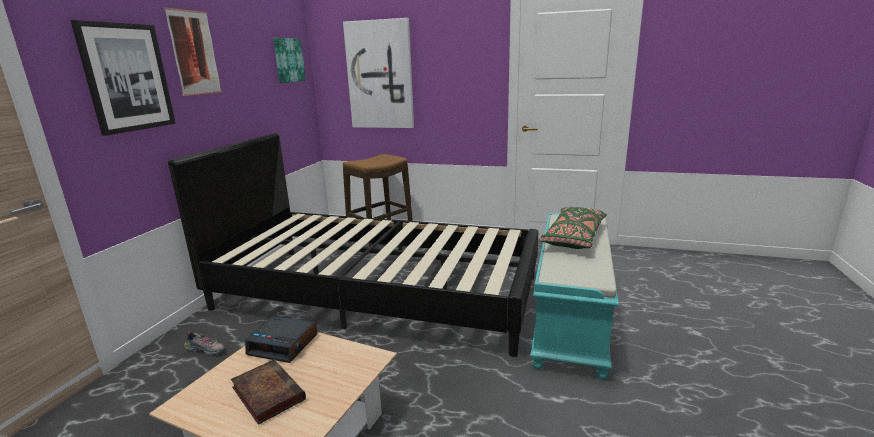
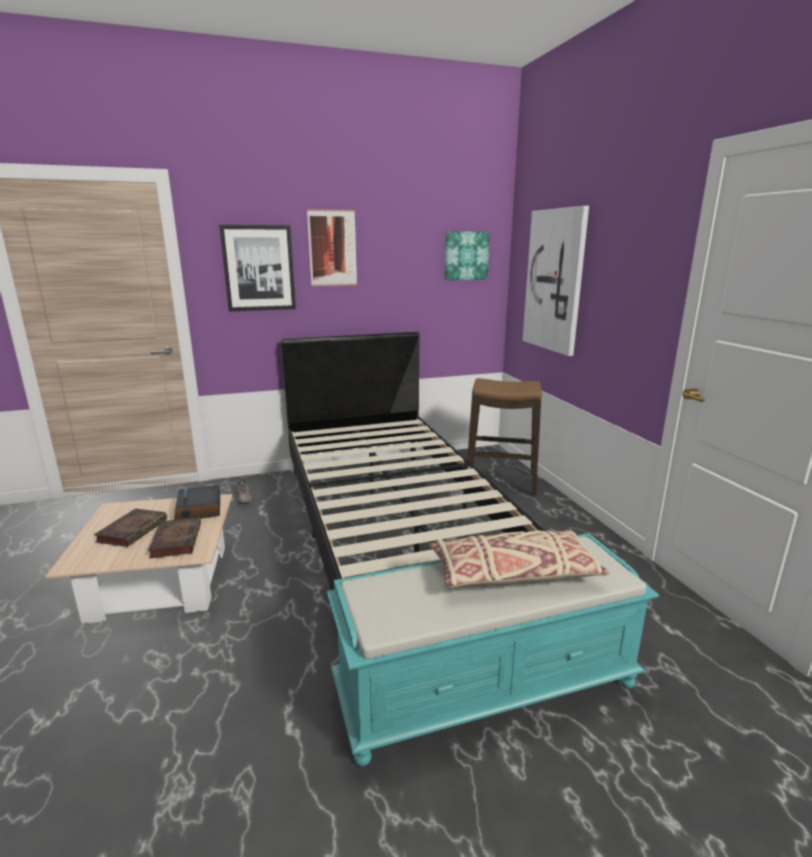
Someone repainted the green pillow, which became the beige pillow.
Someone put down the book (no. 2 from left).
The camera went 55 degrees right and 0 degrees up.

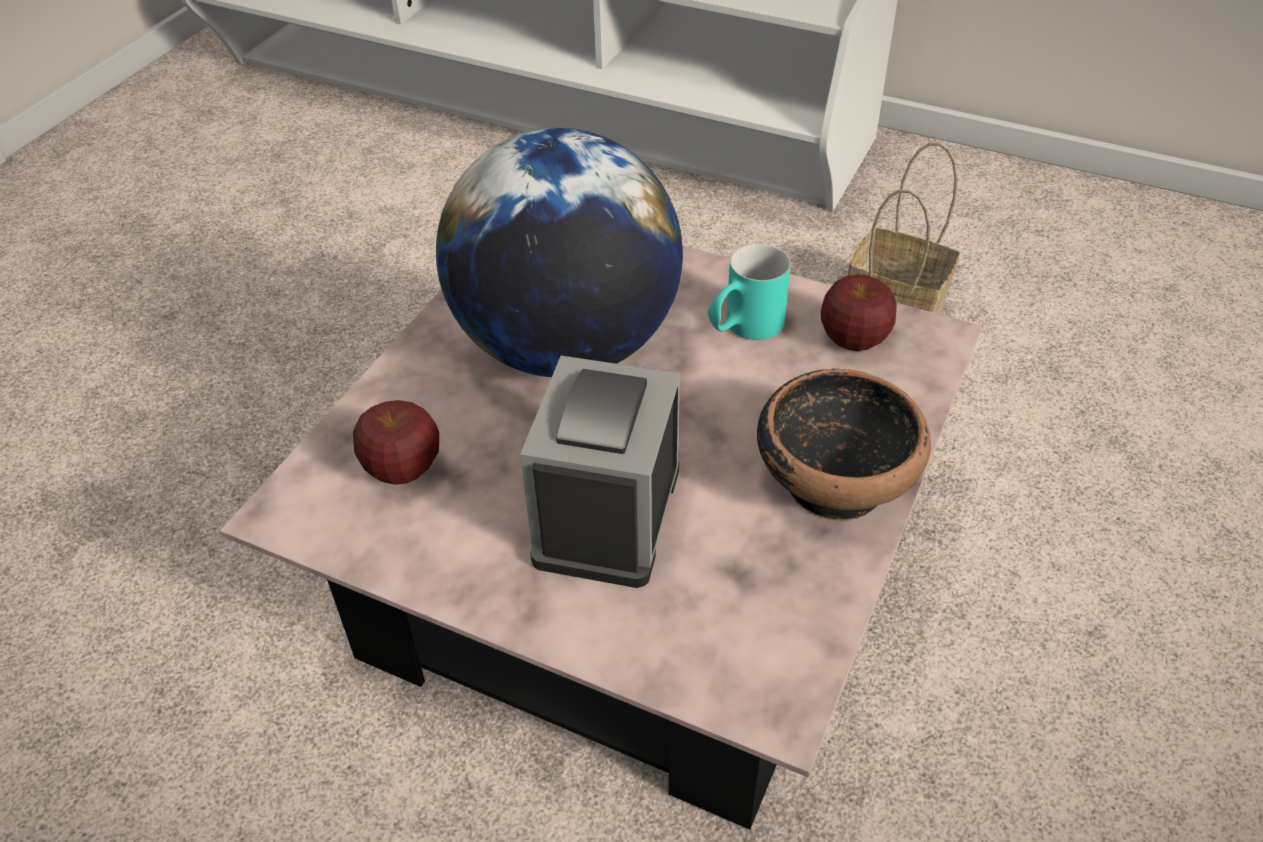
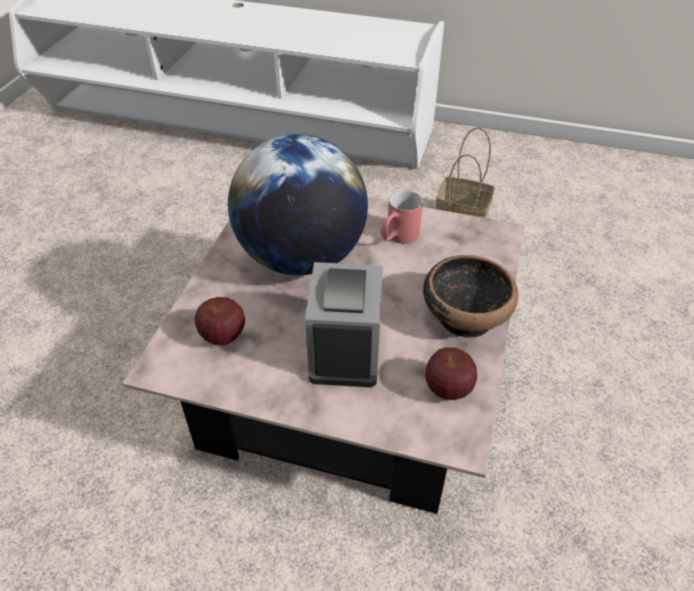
Someone repainted the turquoise mug, which became the red mug.
Someone carried the apple (no. 2 from left).
The camera went 10 degrees left and 0 degrees up.

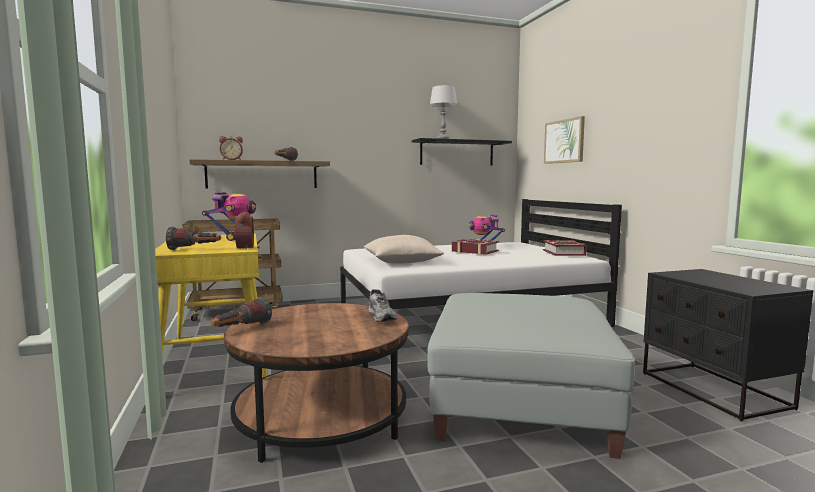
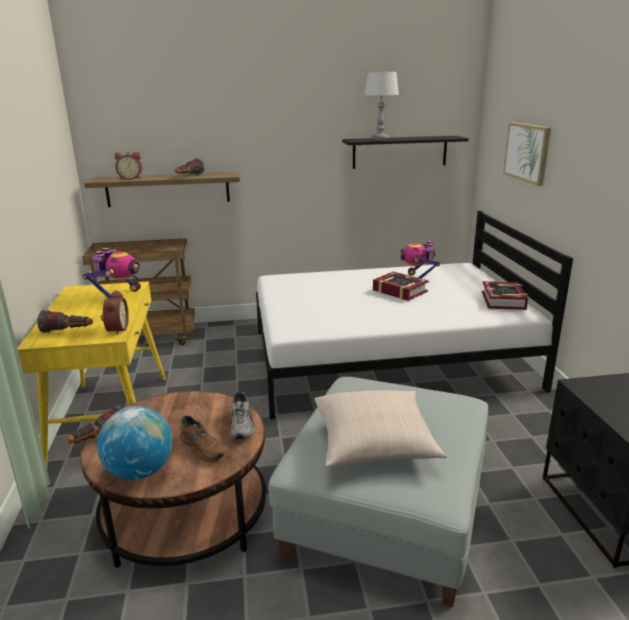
Someone carried the beige pillow.
Someone put down the globe.
Someone put down the brown shoe.
The camera went 10 degrees right and 15 degrees up.

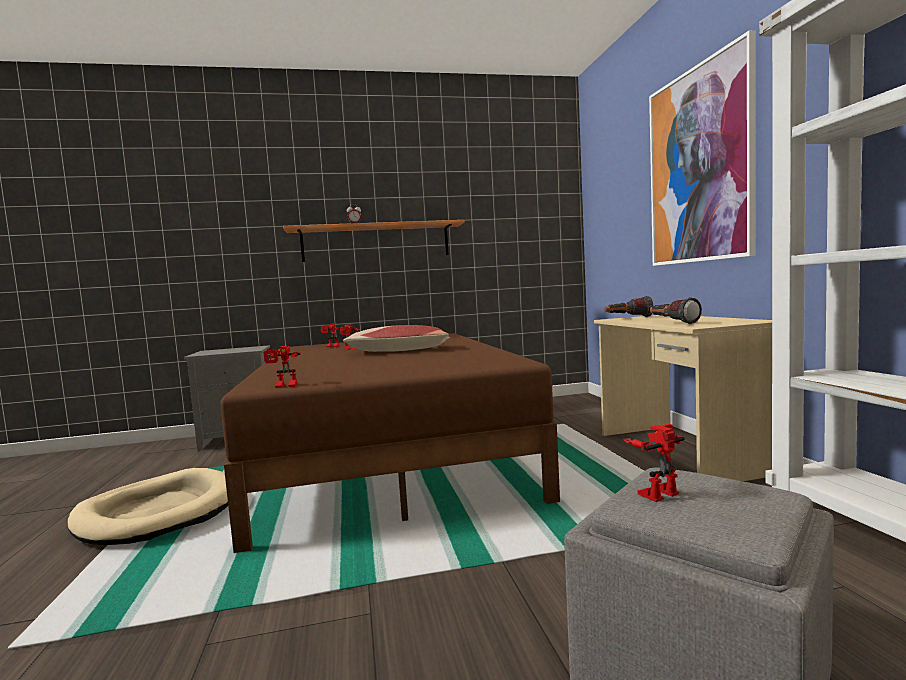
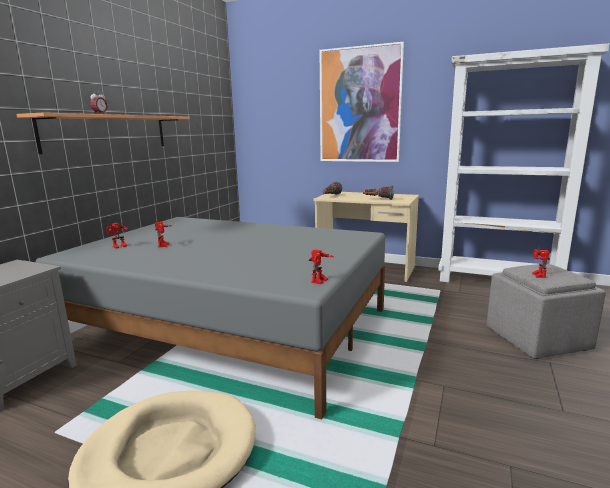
Someone took away the pillow.
Someone repainted the brown bed, which became the grey bed.
The camera went 55 degrees left and 10 degrees up.

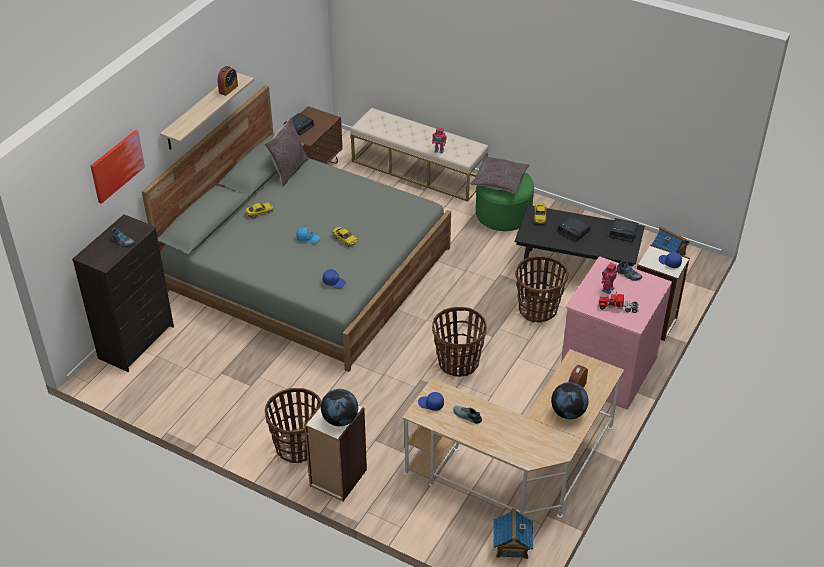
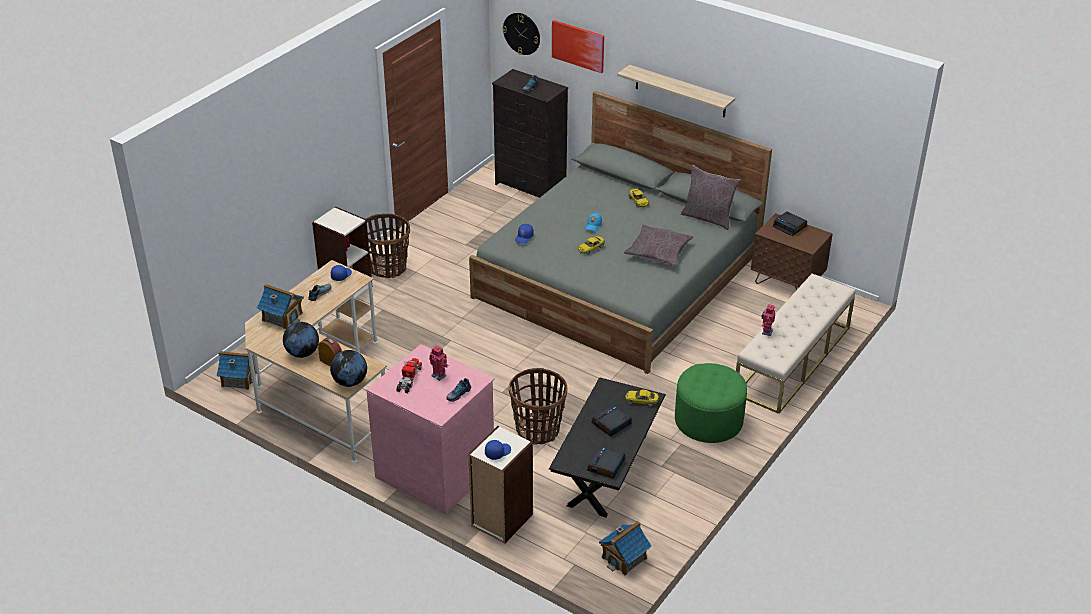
Someone took away the alarm clock (no. 1 from left).
Someone carried the grey pillow (no. 2 from left in the first image).
Someone took away the basket (no. 2 from left).
Someone carried the globe (no. 1 from left in the first image).
Someone put up the wall clock.
Someone put down the toy house (no. 2 from left).
The camera went 95 degrees right and 5 degrees down.

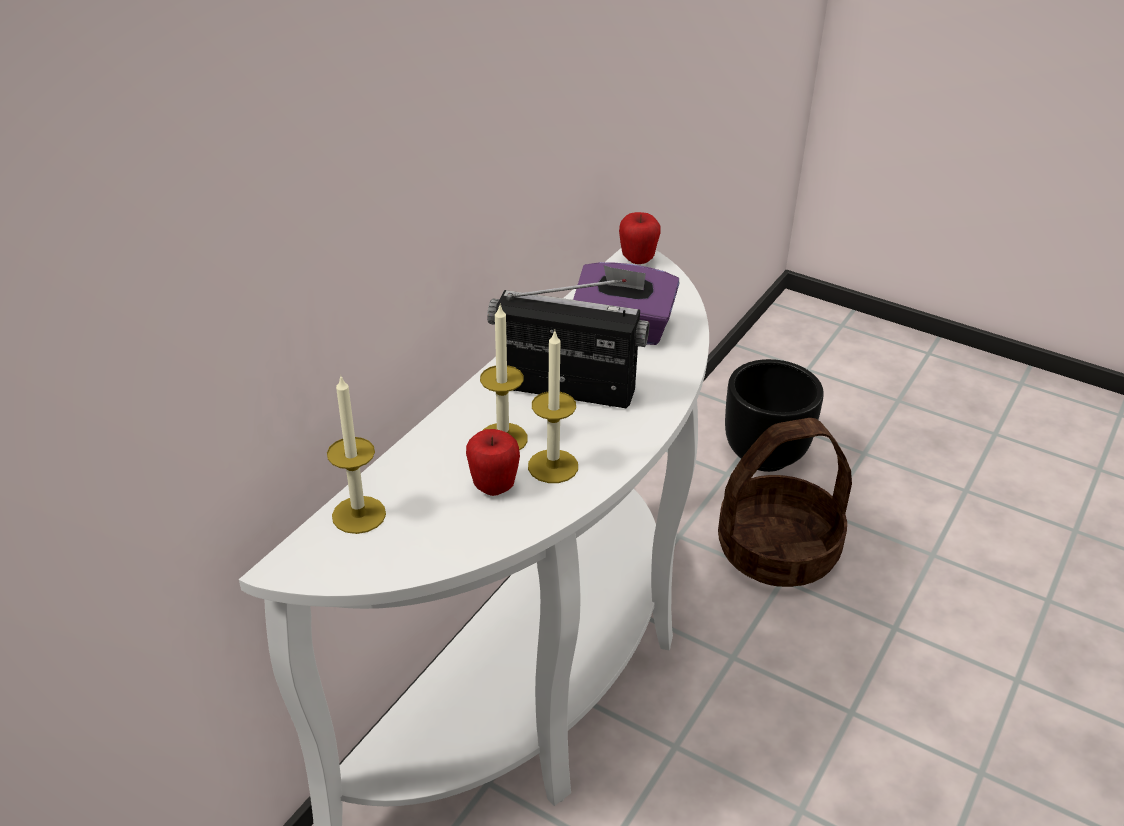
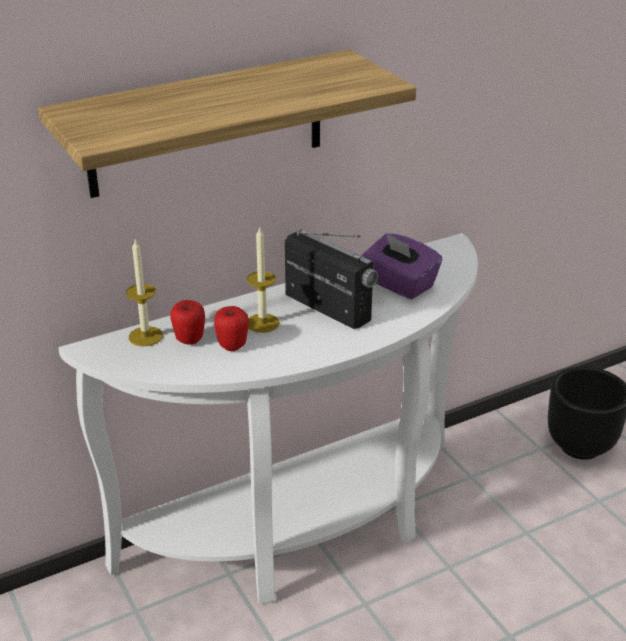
Someone carried the apple (no. 2 from left in the first image).
Someone took away the candle (no. 3 from left).
Someone took away the basket.
Someone put up the shelf.
The camera went 30 degrees right and 5 degrees down.

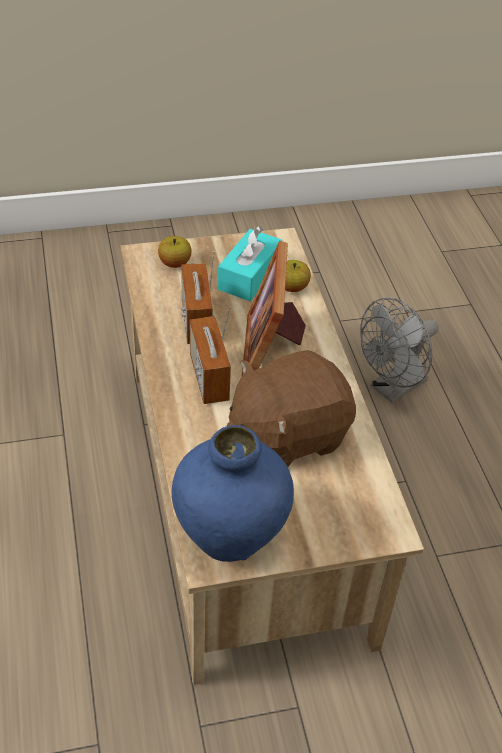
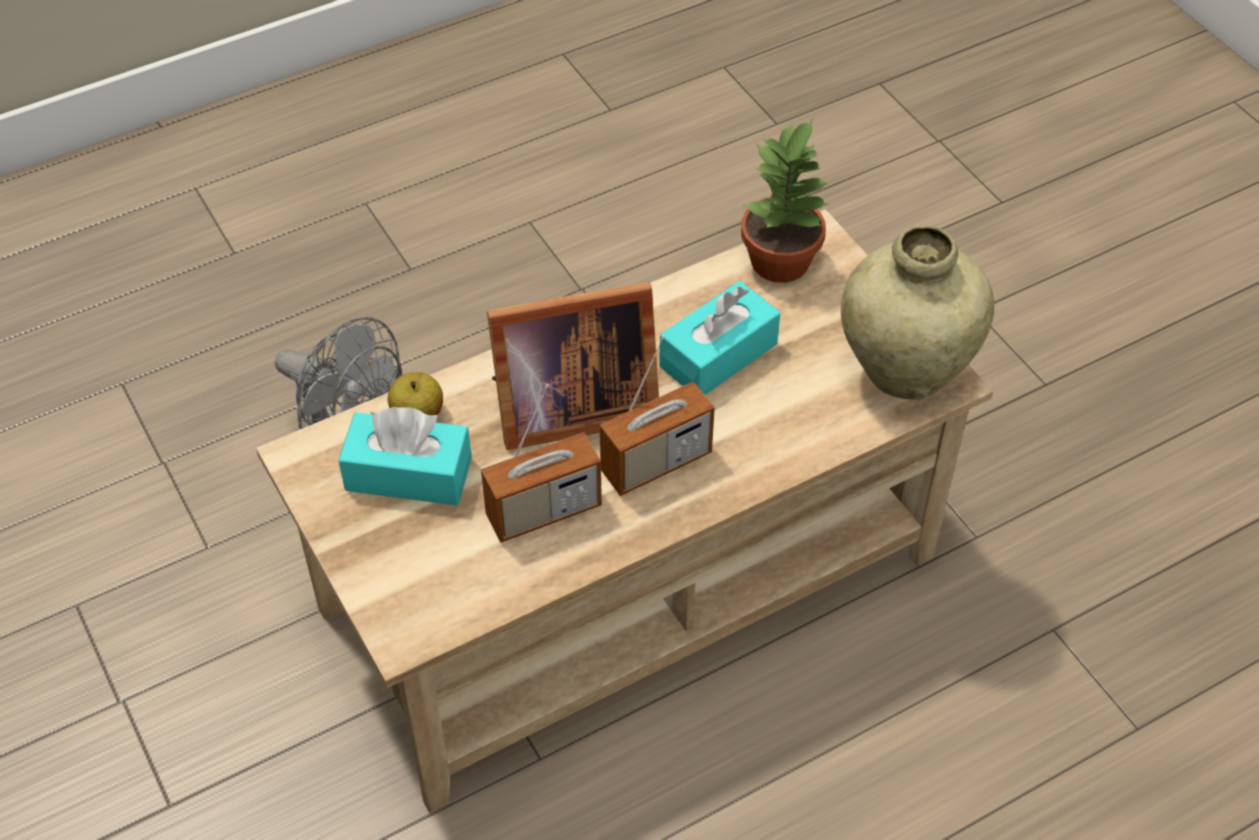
Someone took away the apple (no. 1 from left).
Someone swapped the brown plush toy for the turquoise tissue box (no. 2 from left).
Someone repainted the blue vase, which became the beige vase.
Someone put down the potted plant.
The camera went 105 degrees left and 5 degrees up.

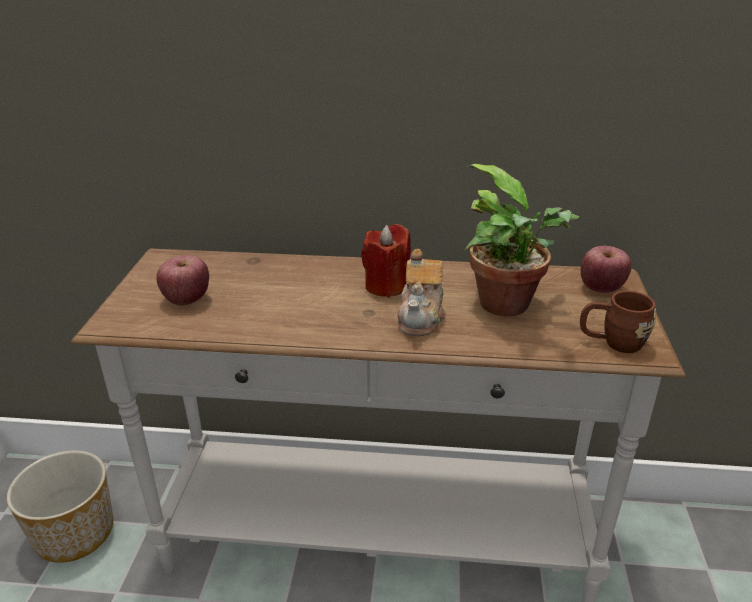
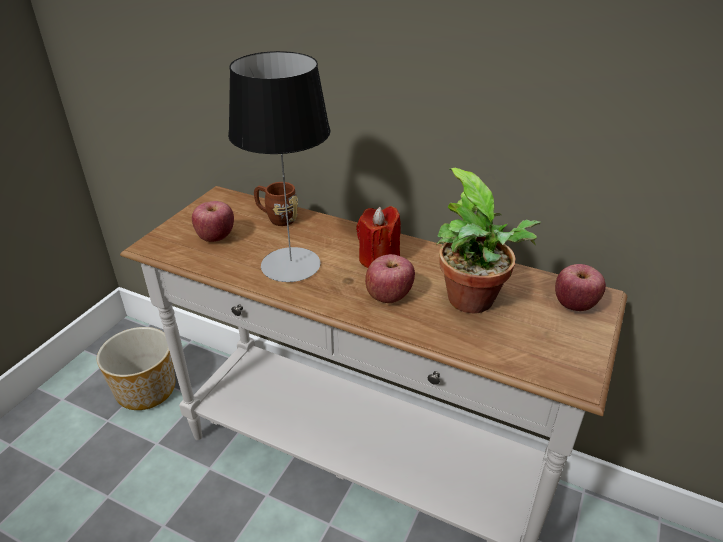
Someone swapped the teapot for the apple (no. 2 from left).
Someone carried the brown mug.
Someone put down the table lamp.
The camera went 20 degrees right and 5 degrees up.

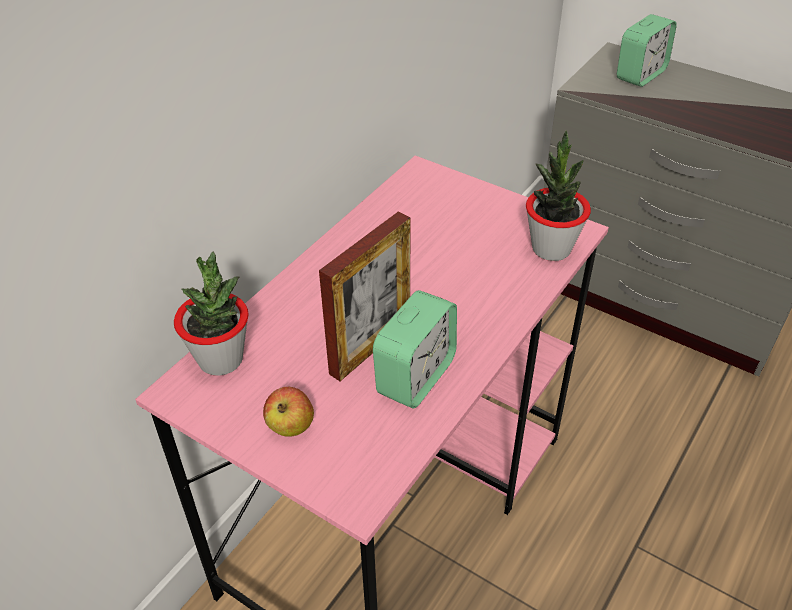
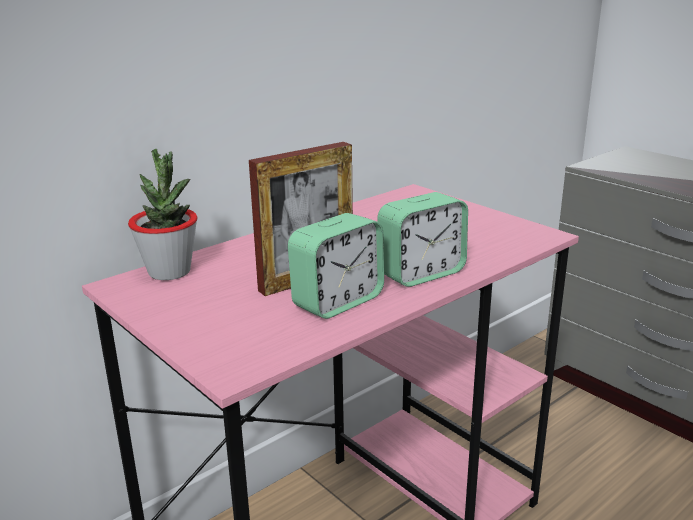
Someone carried the alarm clock (no. 2 from left).
Someone took away the potted plant (no. 2 from left).
Someone took away the apple.
The camera went 15 degrees right and 20 degrees down.

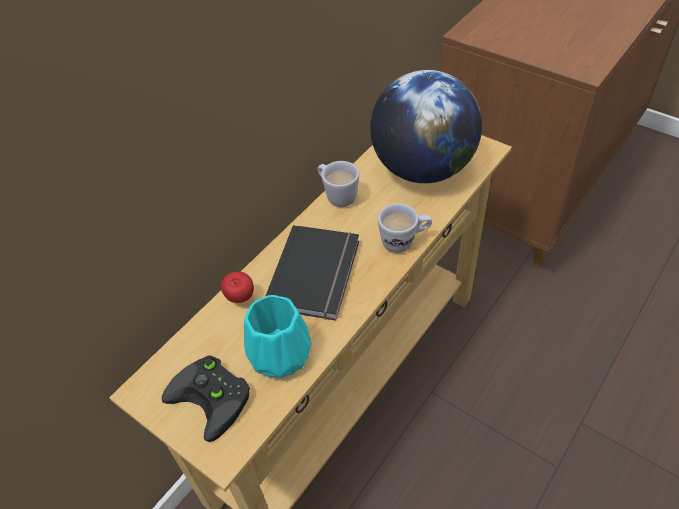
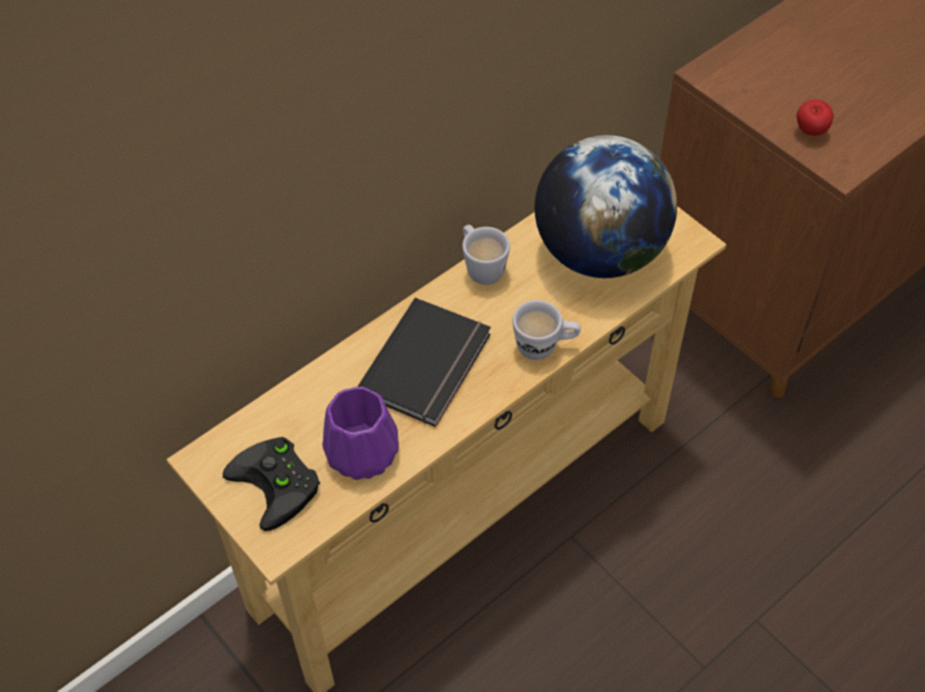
Someone carried the apple.
Someone repainted the turquoise vase, which became the purple vase.
The camera went 10 degrees right and 5 degrees up.

